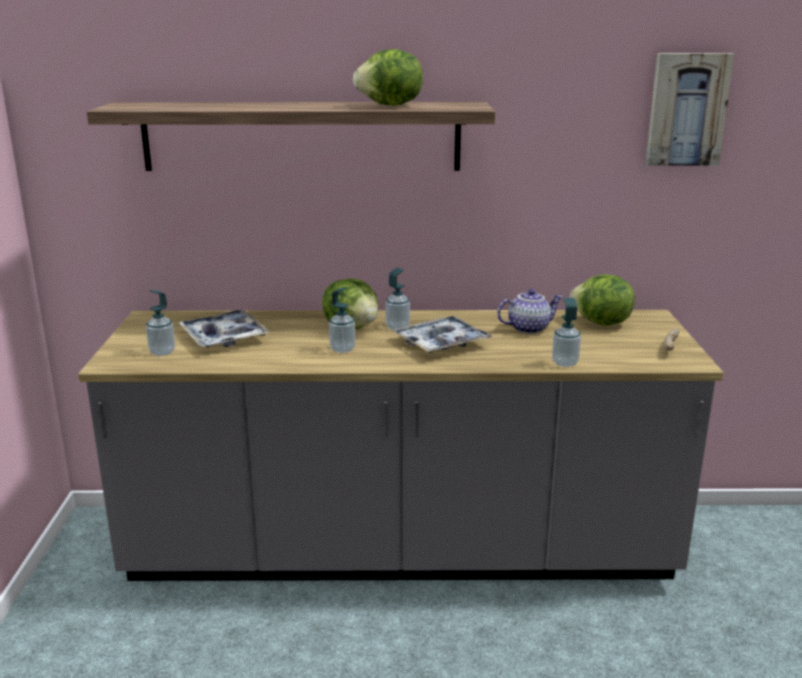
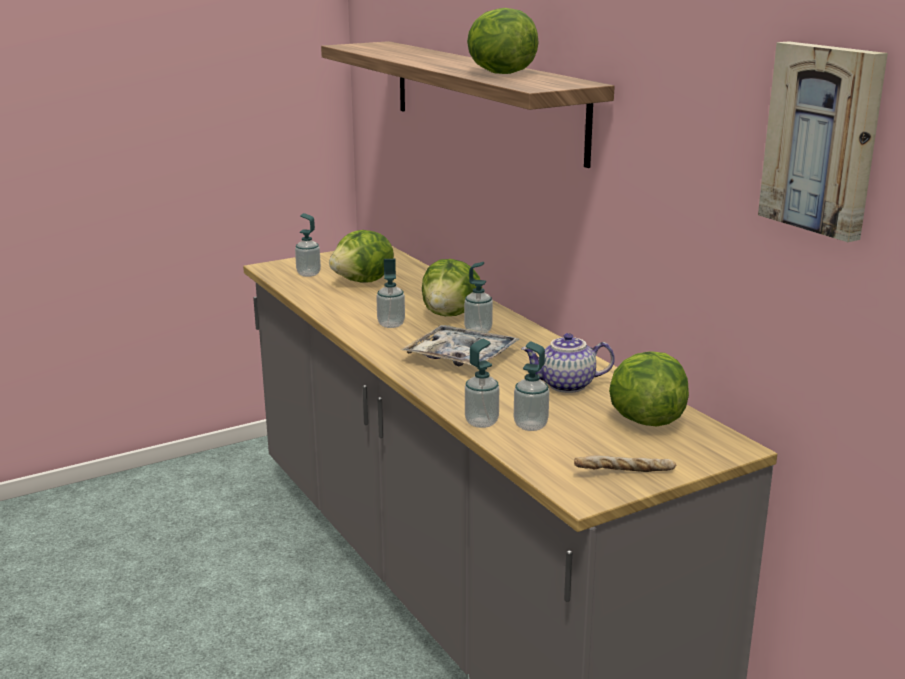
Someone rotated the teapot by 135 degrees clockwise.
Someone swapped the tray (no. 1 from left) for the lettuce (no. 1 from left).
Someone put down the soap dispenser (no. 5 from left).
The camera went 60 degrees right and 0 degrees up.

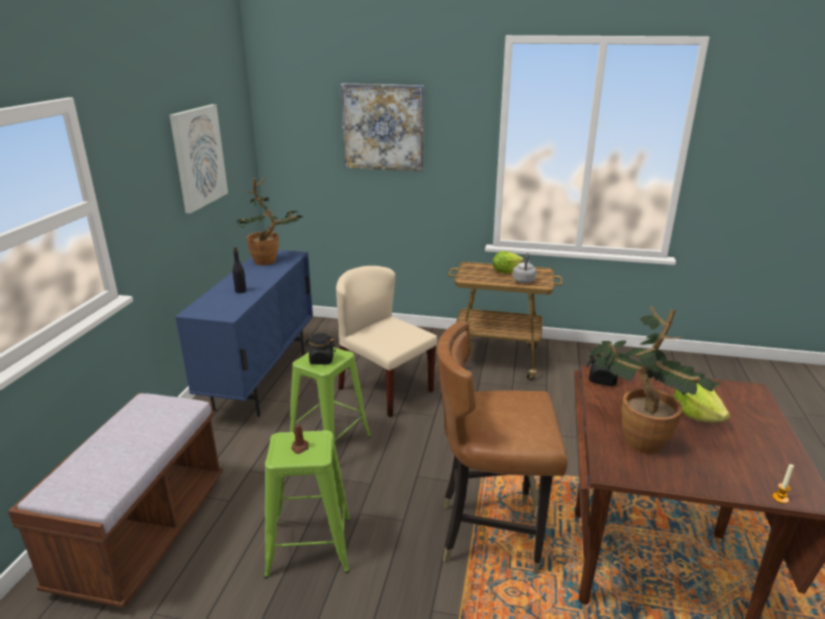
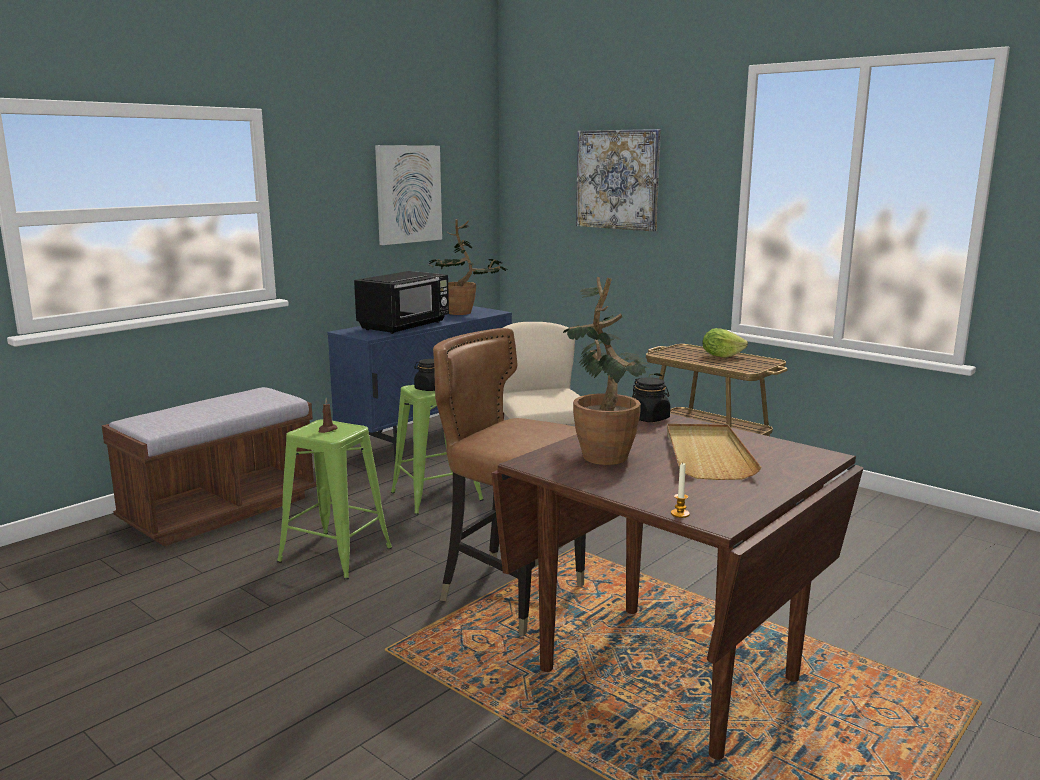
Someone swapped the black bottle for the black microwave.
Someone took away the grey kettle.
Someone swapped the lettuce (no. 2 from left) for the beige tray.
The camera went 30 degrees right and 10 degrees down.

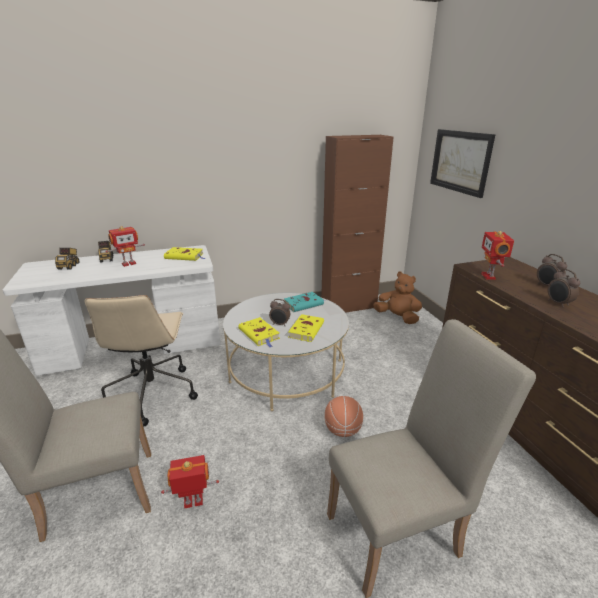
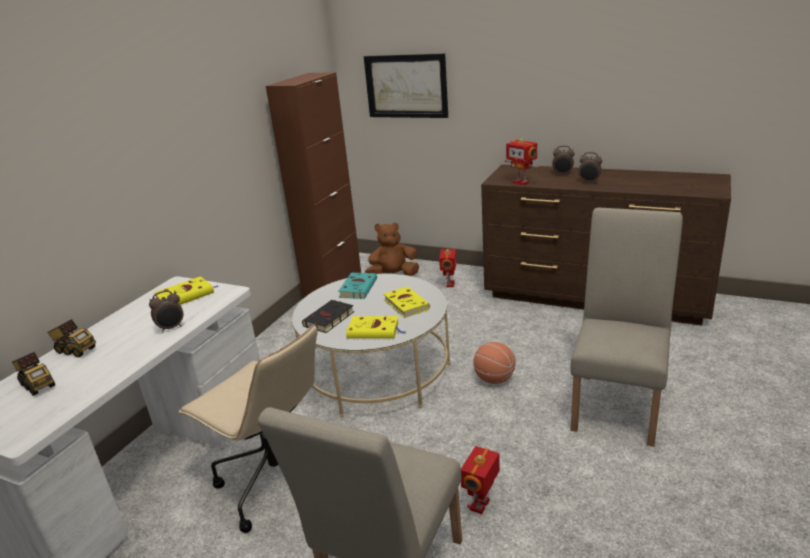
Someone carried the toy robot (no. 1 from left).
Someone carried the alarm clock (no. 1 from left).
Someone put down the black book.
The camera went 45 degrees left and 0 degrees up.

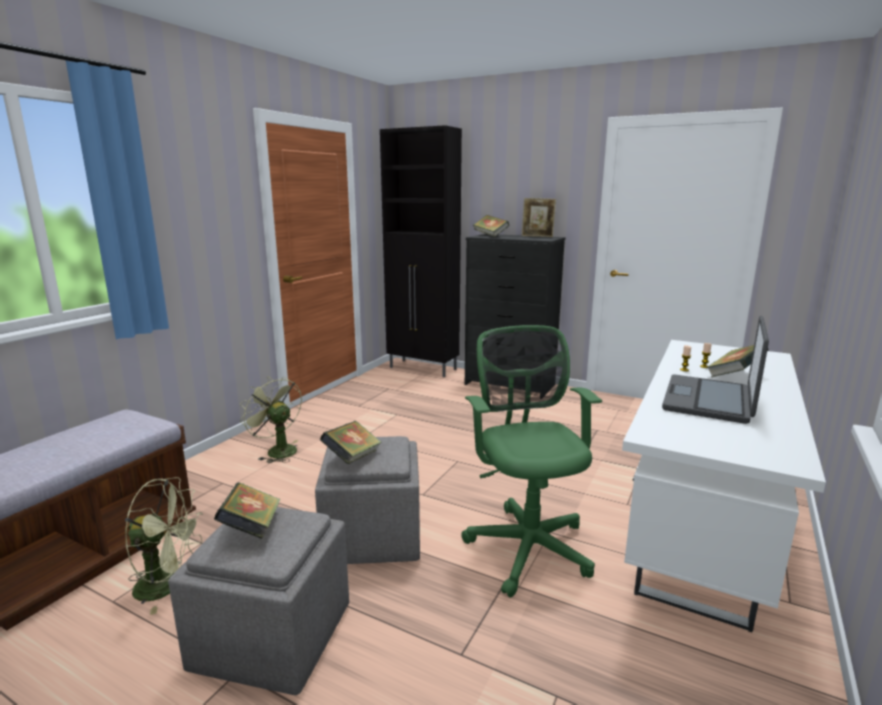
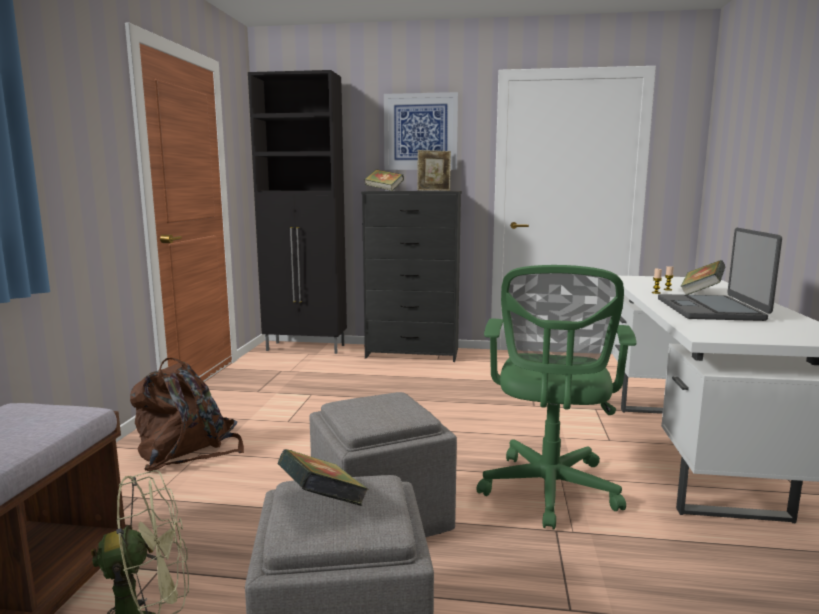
Someone rotated the green office chair by 135 degrees counterclockwise.
Someone swapped the green fan (no. 2 from left) for the brown backpack.
Someone took away the book (no. 2 from left).
Someone put up the picture.
The camera went 20 degrees left and 5 degrees down.

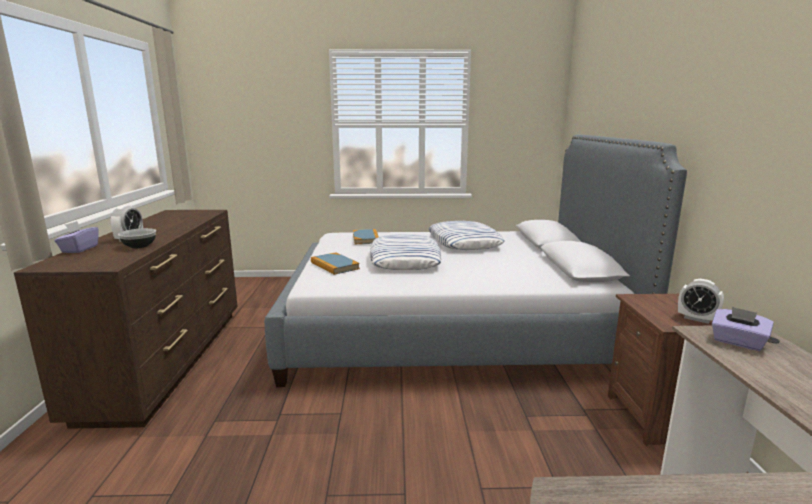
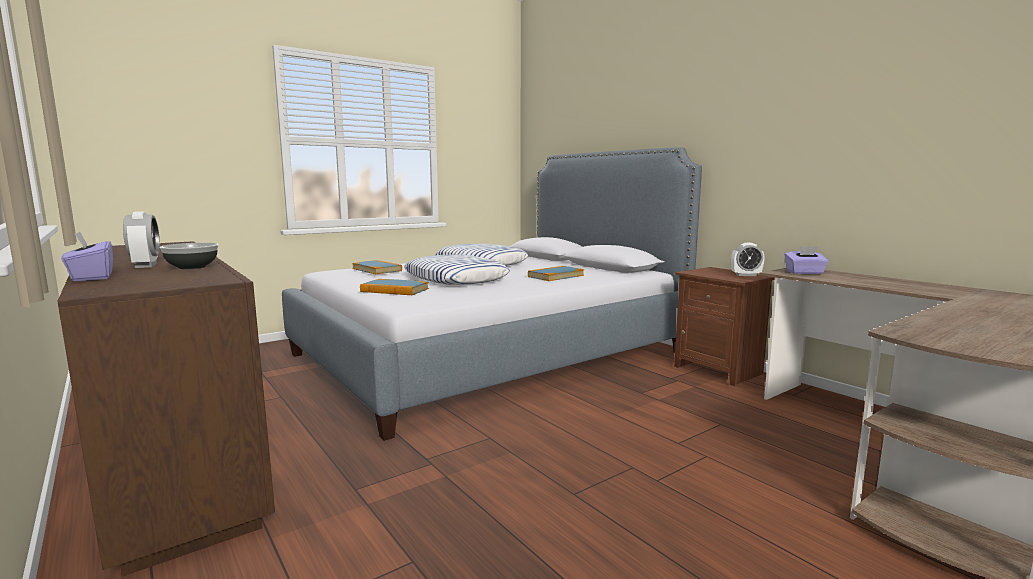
Someone put down the book (no. 3 from left).
The camera went 35 degrees left and 5 degrees down.

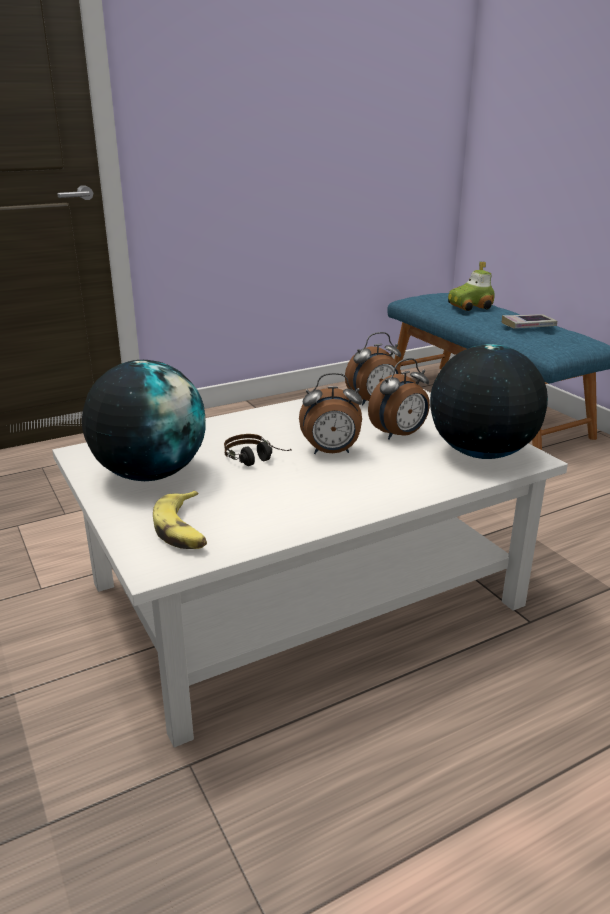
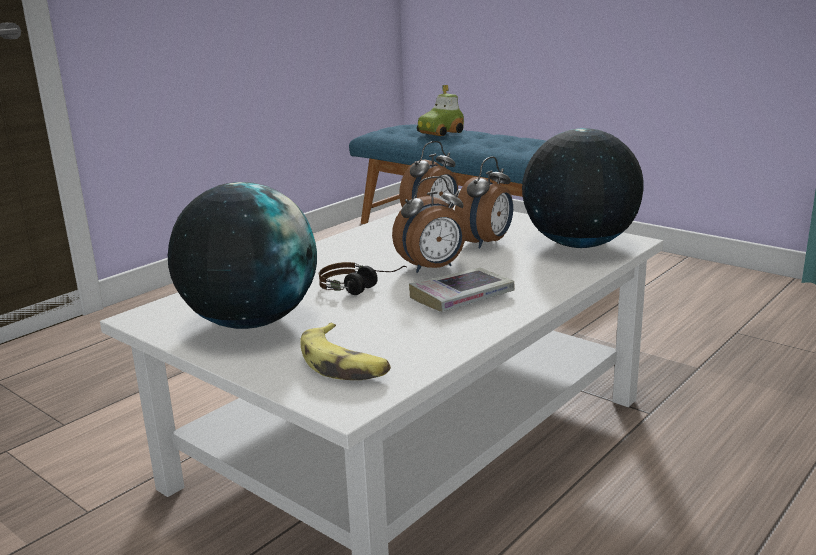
Someone carried the book.
The camera went 20 degrees left and 5 degrees down.

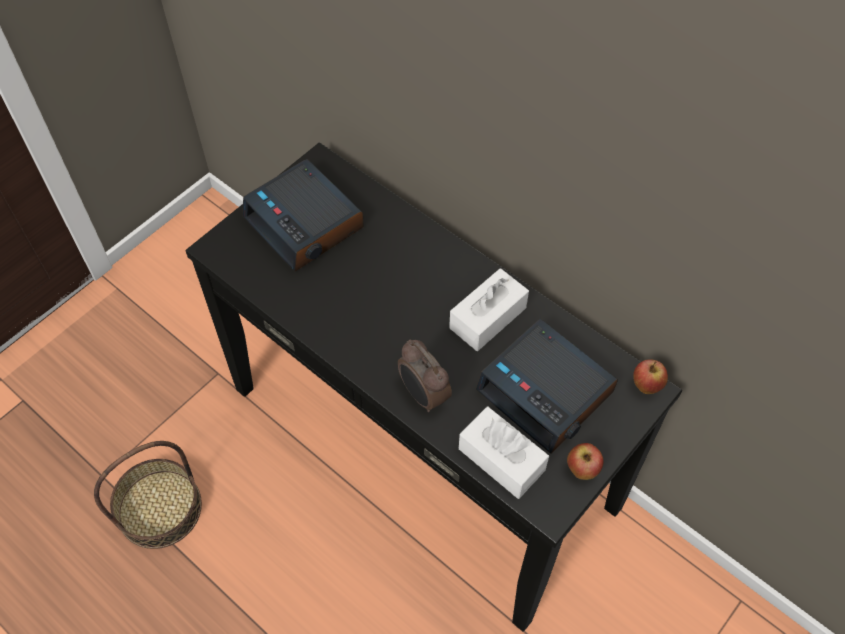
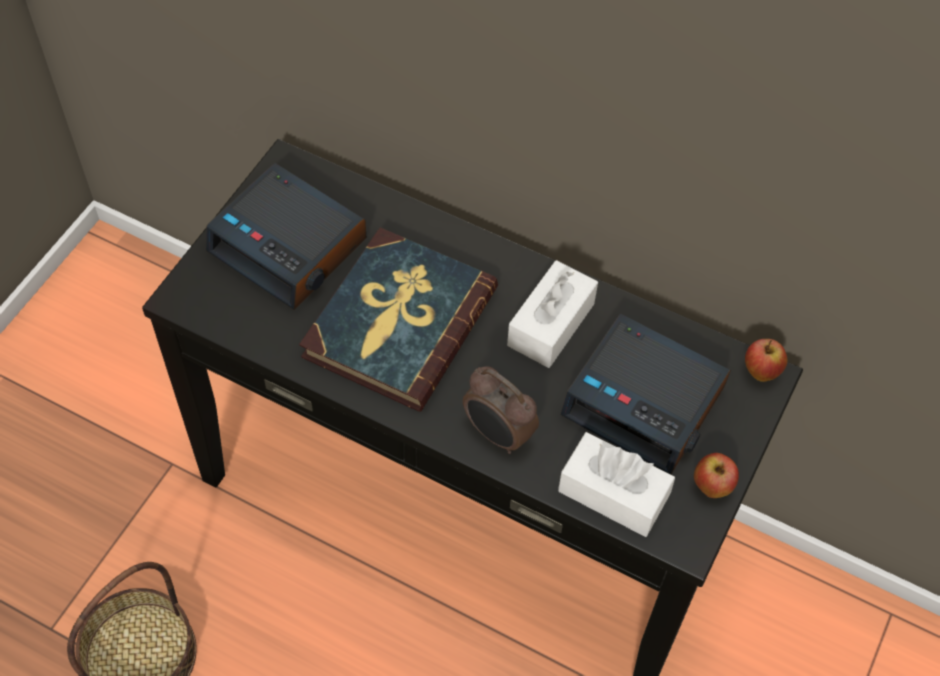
Someone put down the book.
The camera went 15 degrees left and 0 degrees up.

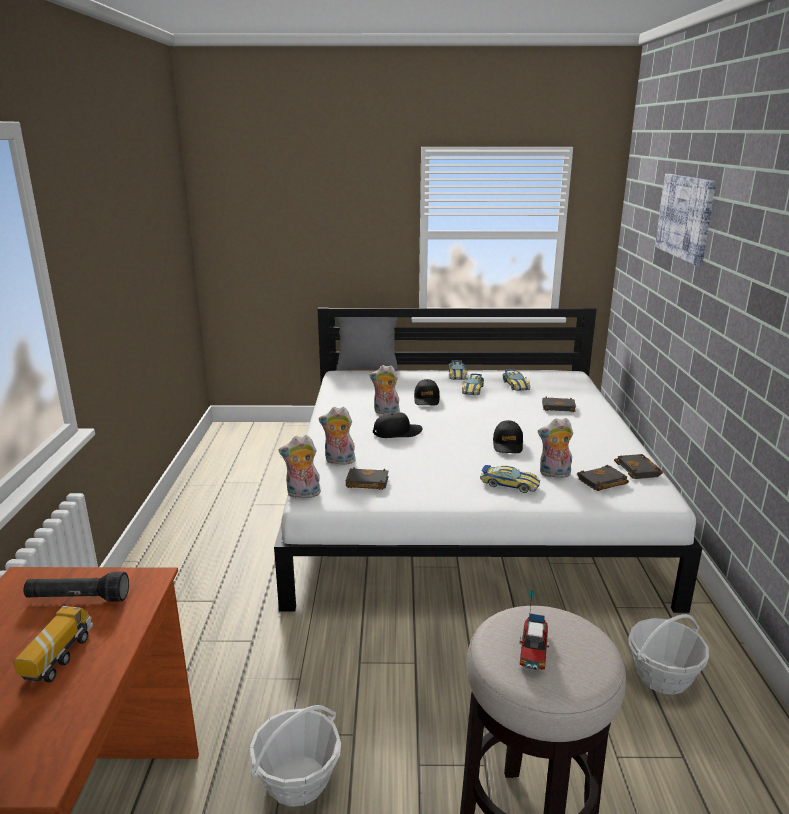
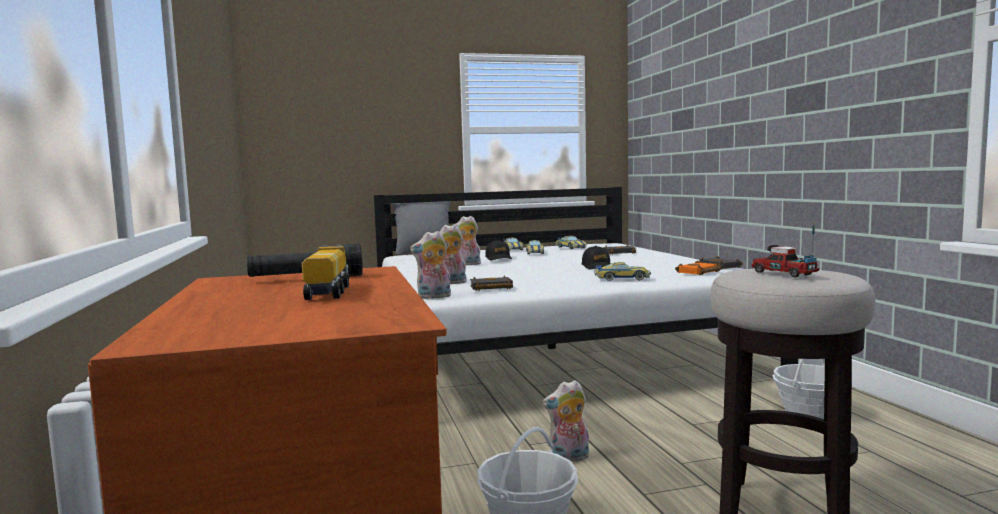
Someone took away the picture.
Someone took away the black cap (no. 1 from left).
Someone carried the plush toy (no. 4 from left).
Someone repainted the black book (no. 3 from left), which became the orange book.
Someone rotated the toy truck (no. 2 from left) by 150 degrees clockwise.
The camera went 15 degrees left and 15 degrees down.

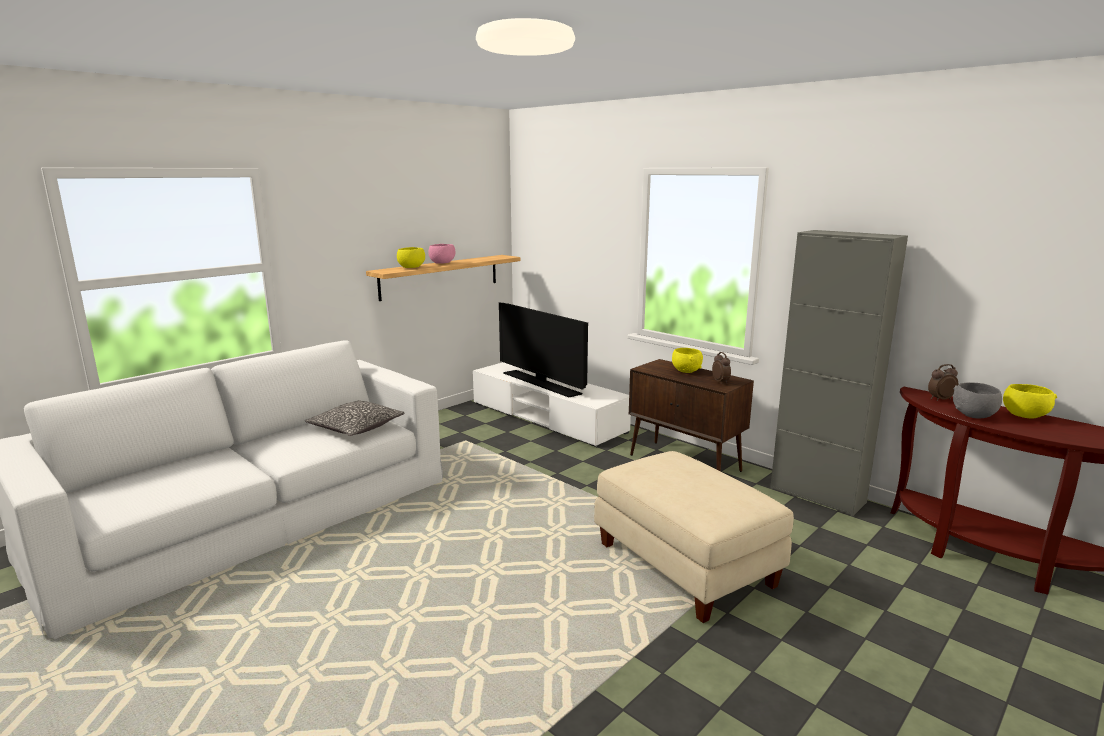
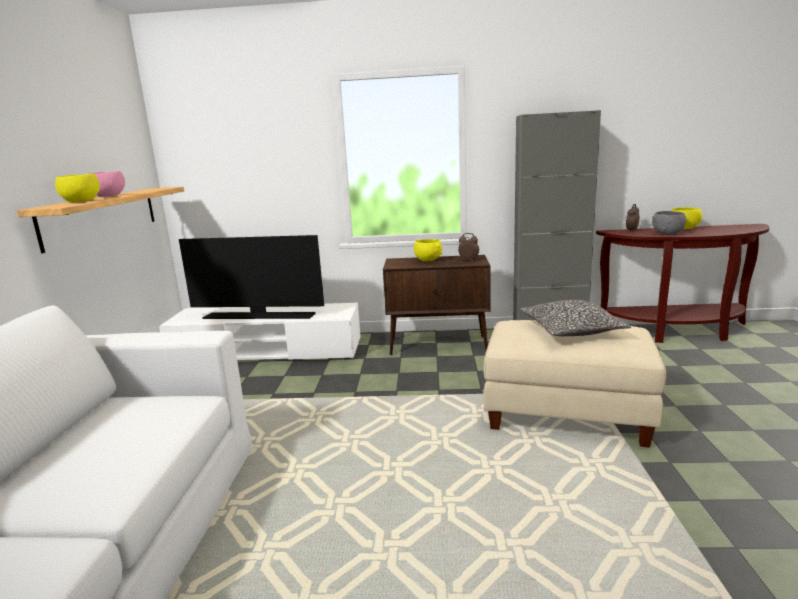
Someone carried the pillow.
The camera went 40 degrees left and 0 degrees up.

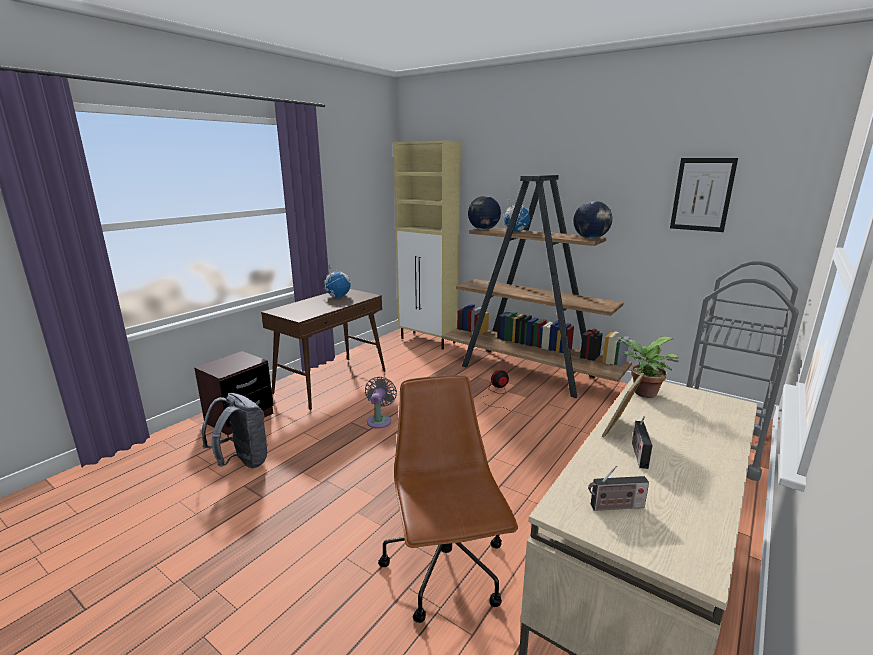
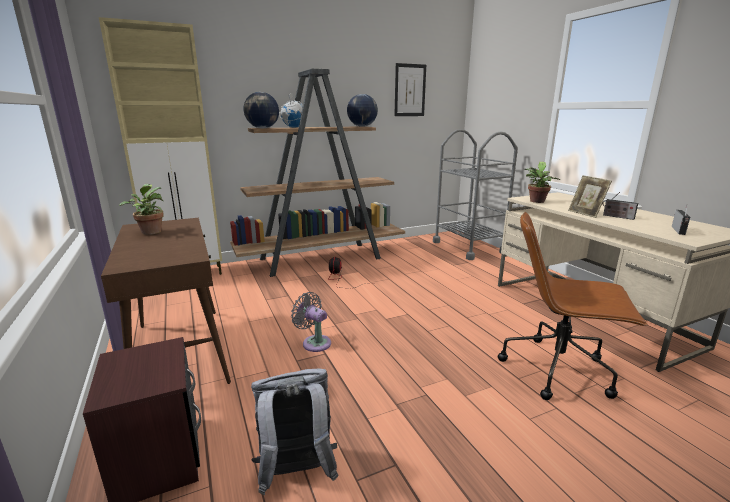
Someone swapped the globe (no. 1 from left) for the potted plant (no. 1 from left).
The camera went 60 degrees left and 0 degrees up.

